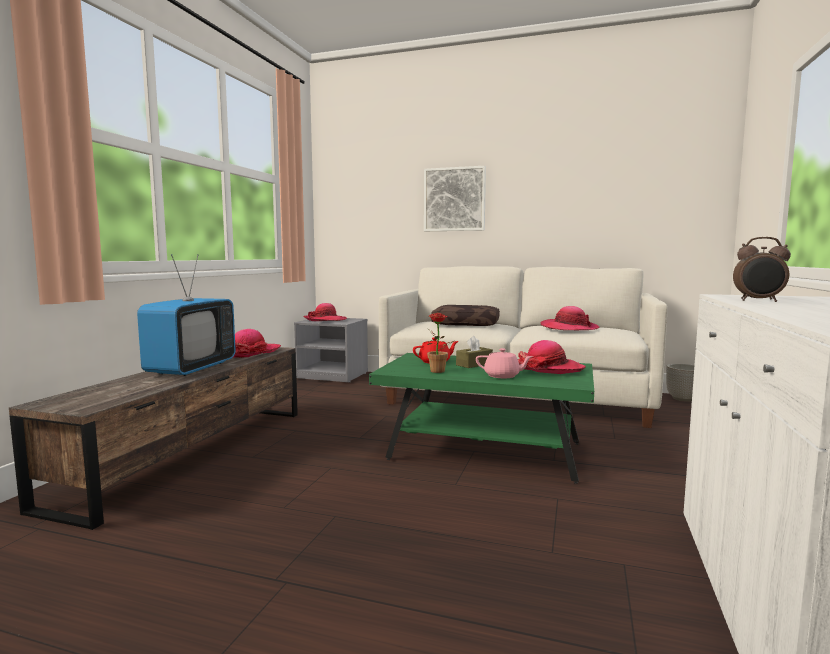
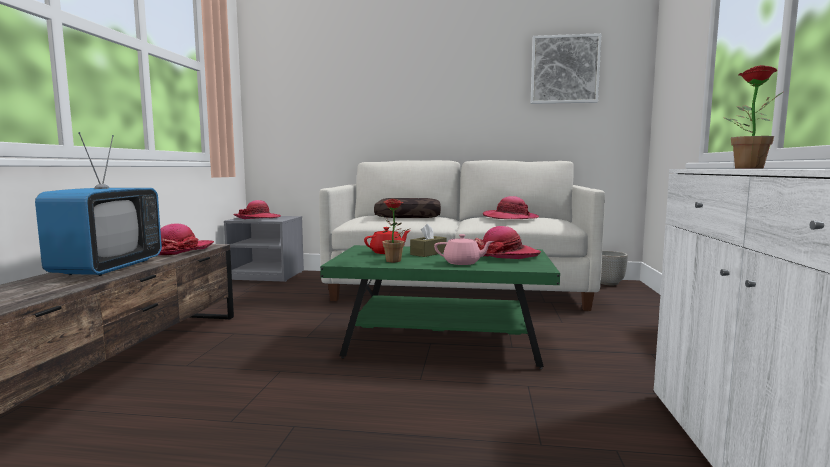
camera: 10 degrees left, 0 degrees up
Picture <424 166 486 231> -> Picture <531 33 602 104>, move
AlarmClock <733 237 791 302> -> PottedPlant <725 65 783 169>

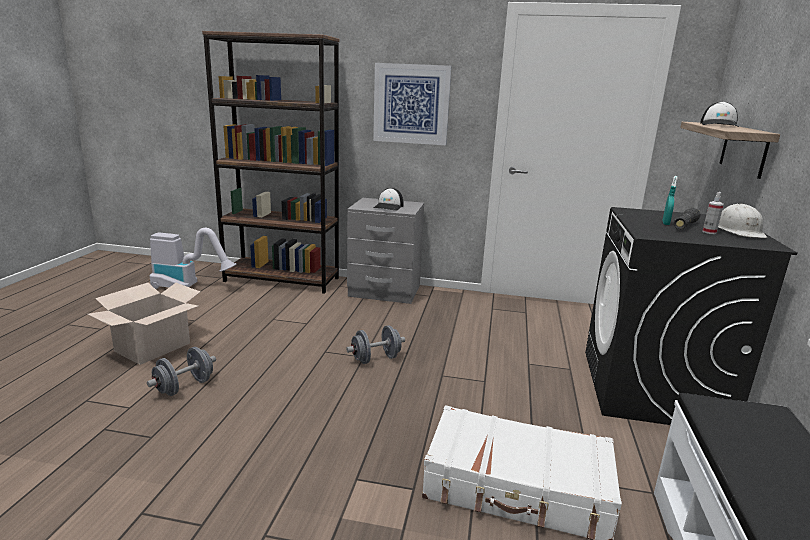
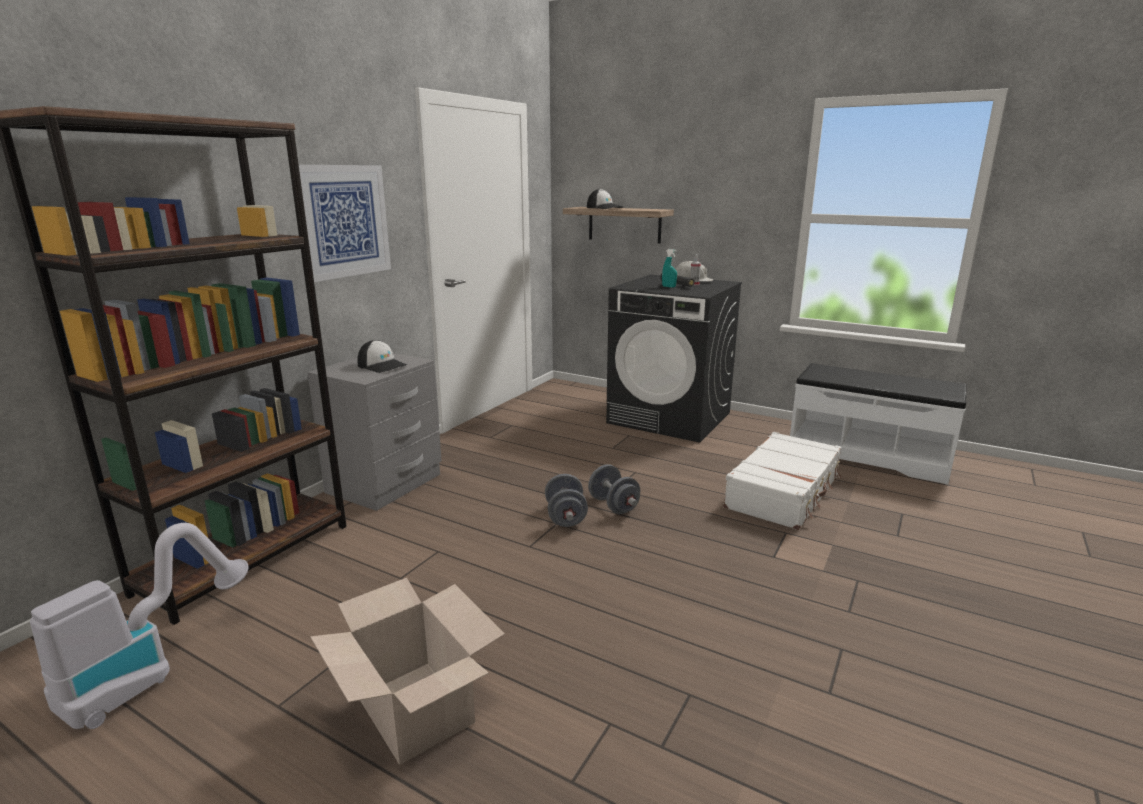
camera: 70 degrees left, 0 degrees up
GreyDumbbell <147 347 216 396> -> GreyDumbbell <588 464 640 514>, move

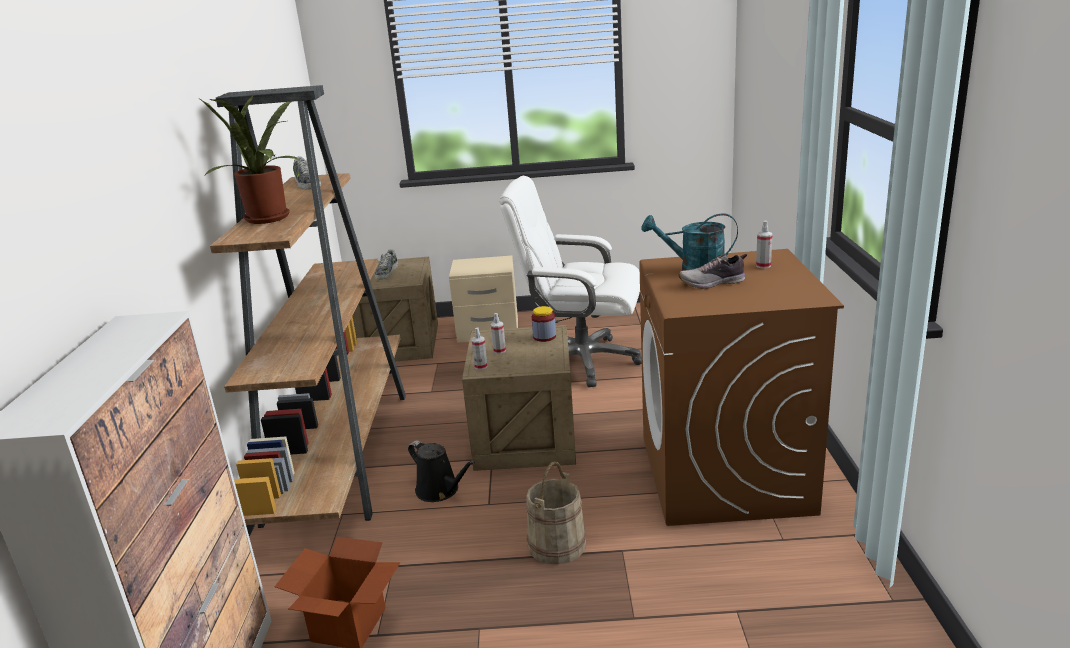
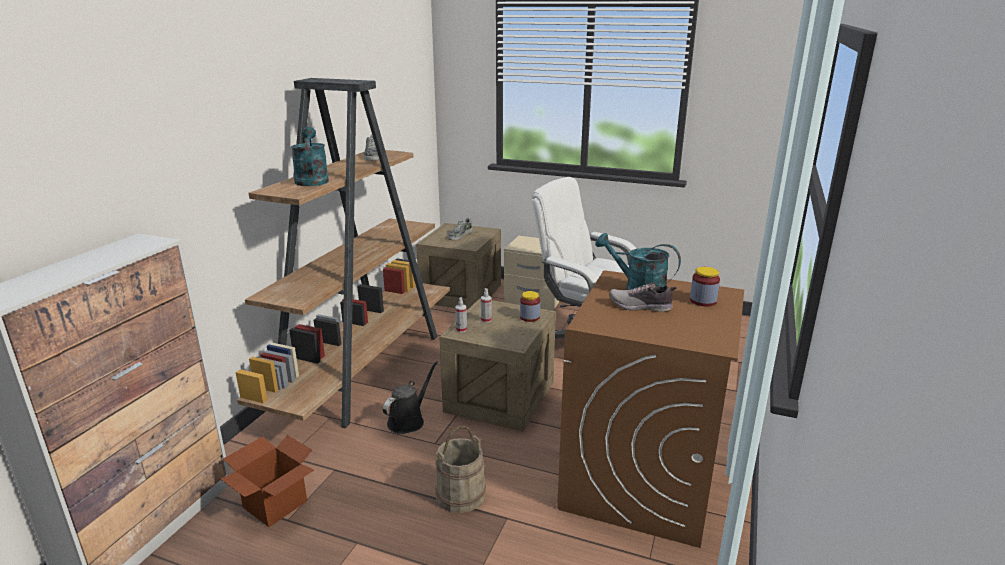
camera: 20 degrees right, 0 degrees up
PottedPlant <200 94 298 224> -> TurquoiseWateringCan <291 127 329 186>
BlackWateringCan <408 440 475 502> -> BlackWateringCan <383 361 438 434>, 120 degrees counterclockwise
SprayBottle <756 221 772 269> -> Jar <690 267 720 306>

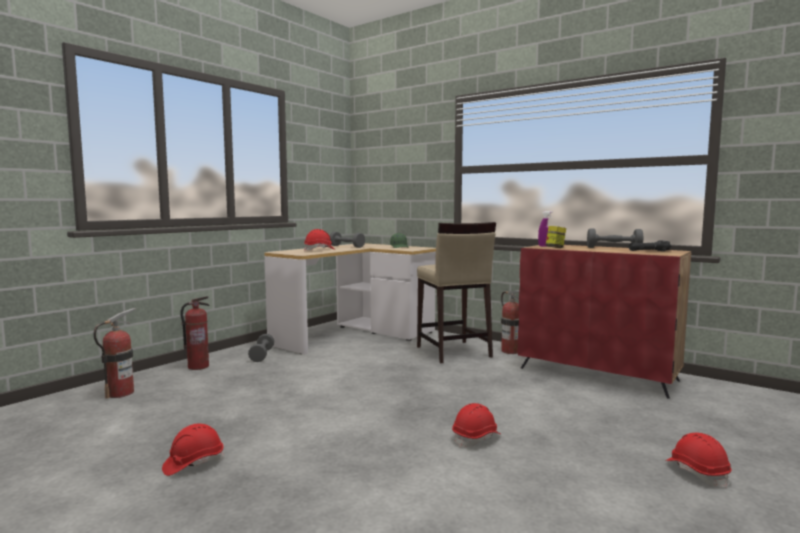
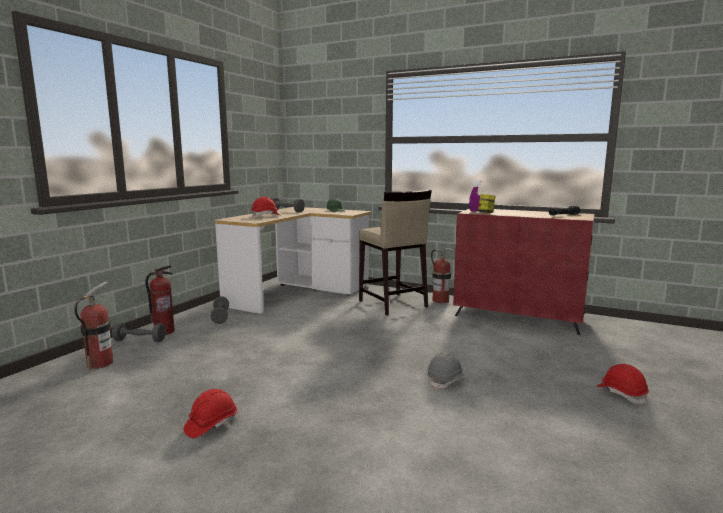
camera: 10 degrees left, 5 degrees up
RedHardHat <452 403 500 448> -> GreyHardHat <427 352 465 390>
GreyDumbbell <587 229 643 248> -> GreyDumbbell <112 322 166 342>, move

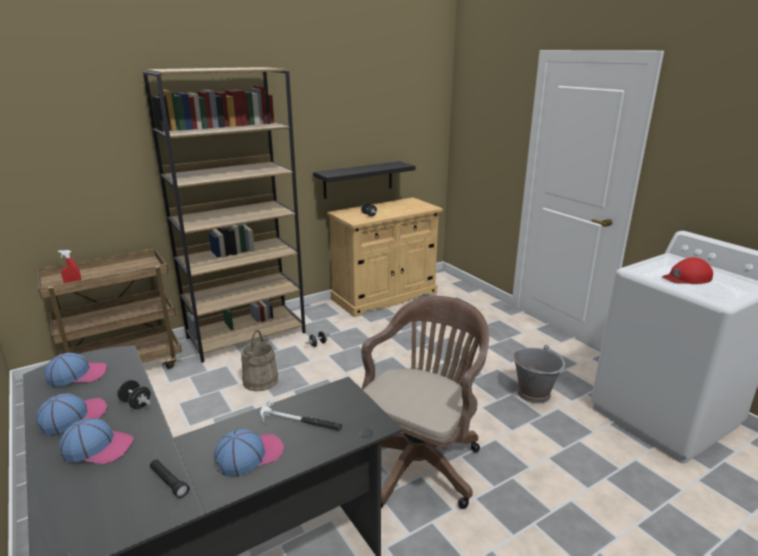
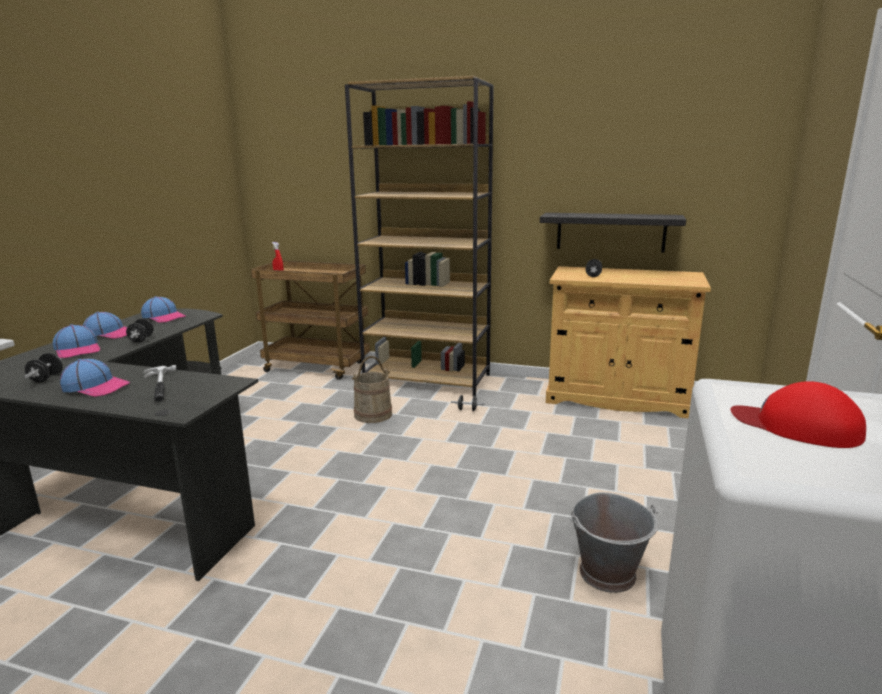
camera: 50 degrees right, 5 degrees down
BlackFlashlight <150 459 189 498> -> BlackDumbbell <24 353 62 382>
BrownOfficeChair <362 296 489 509> -> none

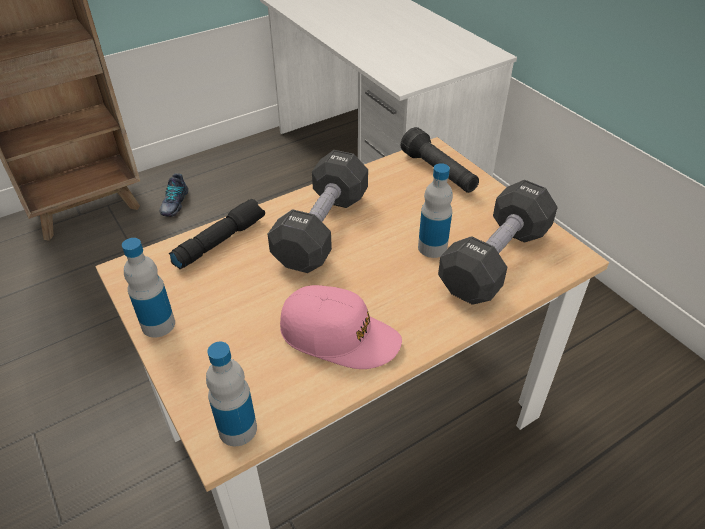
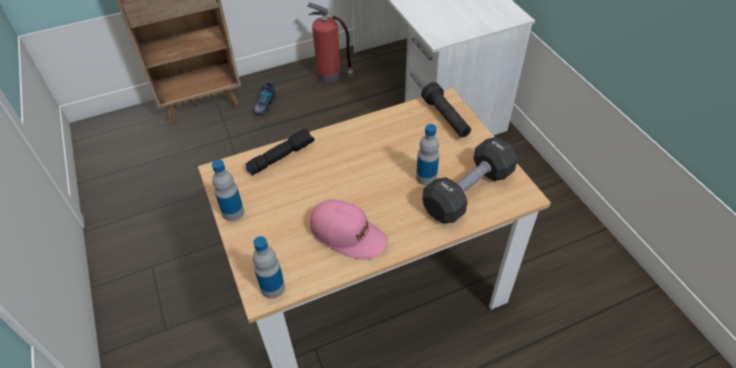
camera: 10 degrees right, 5 degrees up
BlackDumbbell <268 150 368 273> -> none
none -> FireExtinguisher <307 3 353 83>

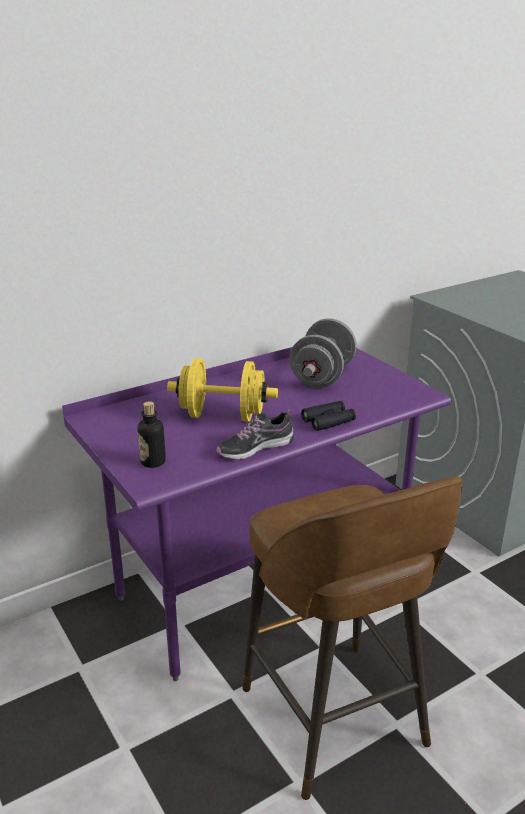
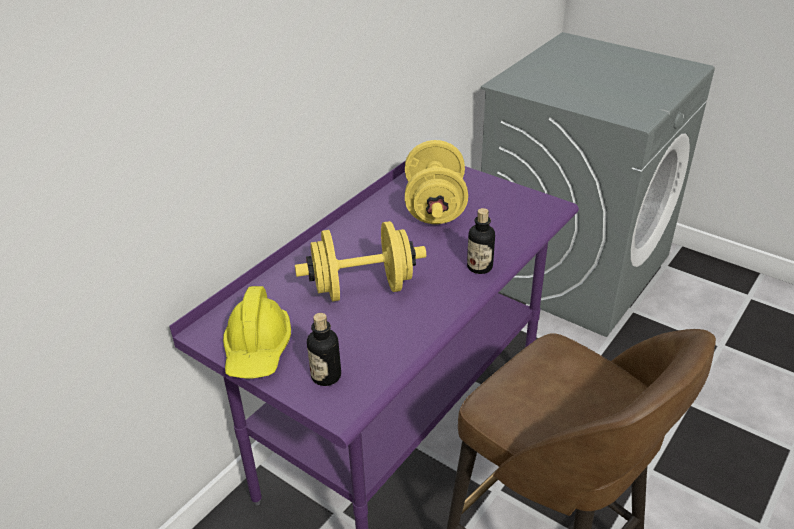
camera: 20 degrees left, 10 degrees up
Shoe <217 409 294 460> -> none
GreyDumbbell <289 318 357 388> -> YellowDumbbell <405 140 468 224>
BlackBinoculars <301 401 356 431> -> Bottle <467 208 495 274>
none -> YellowHardHat <223 286 291 379>

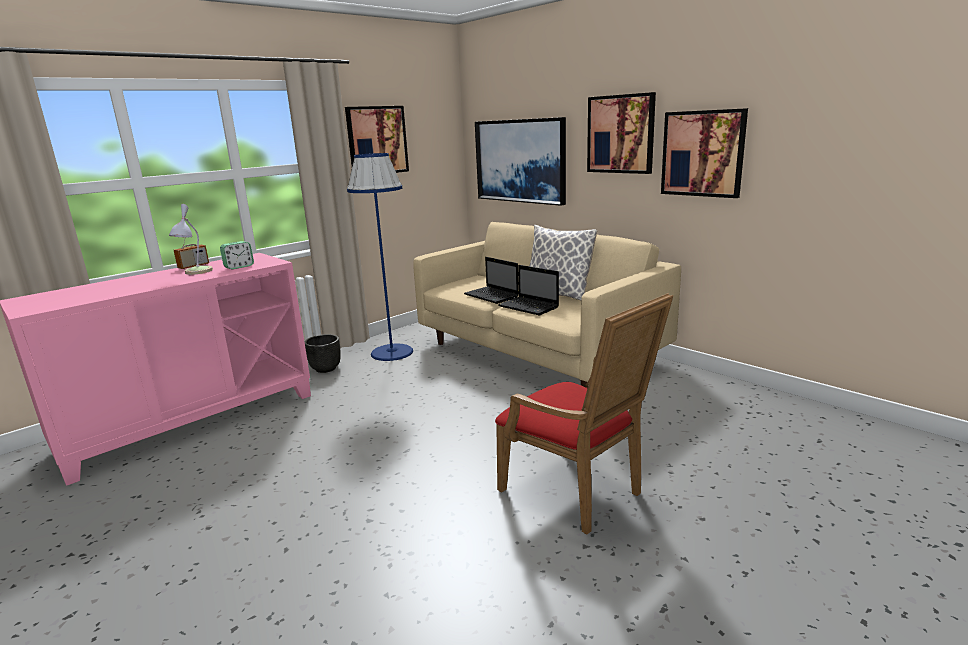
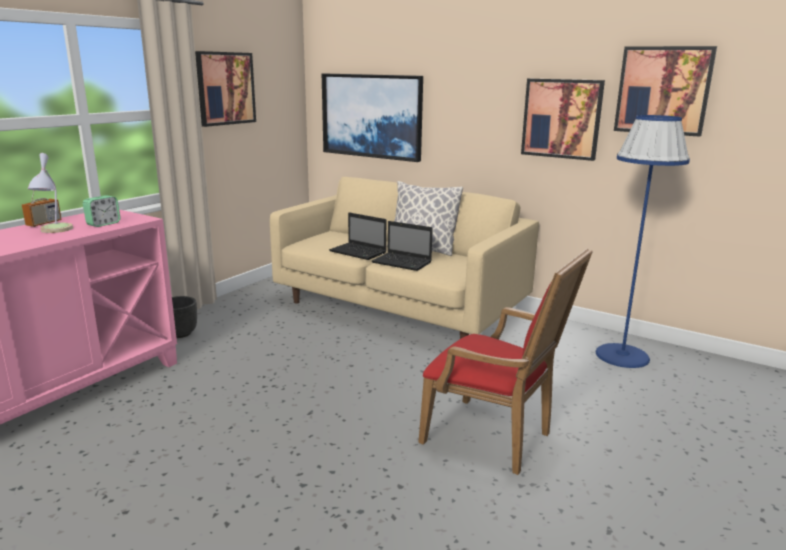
camera: 15 degrees left, 0 degrees up
BlueFloorLamp <347 153 413 361> -> BlueFloorLamp <596 115 690 368>, move
Picture <587 92 656 174> -> Picture <614 46 717 137>, move

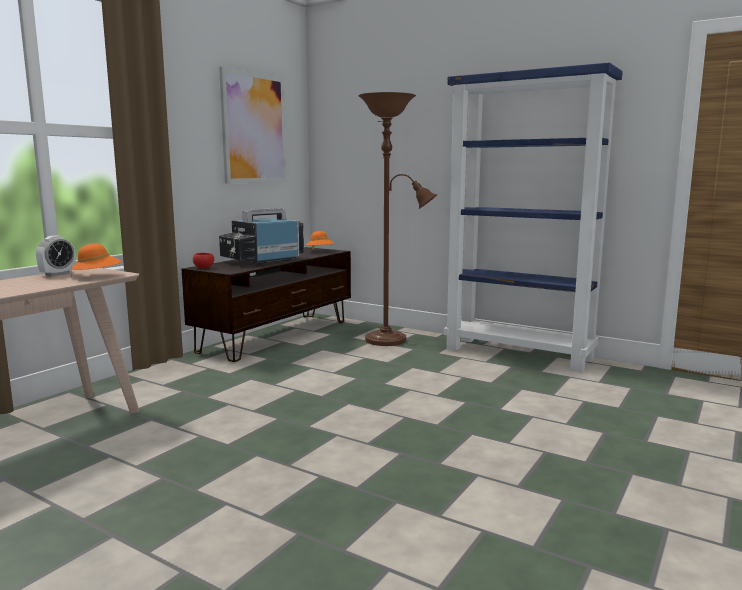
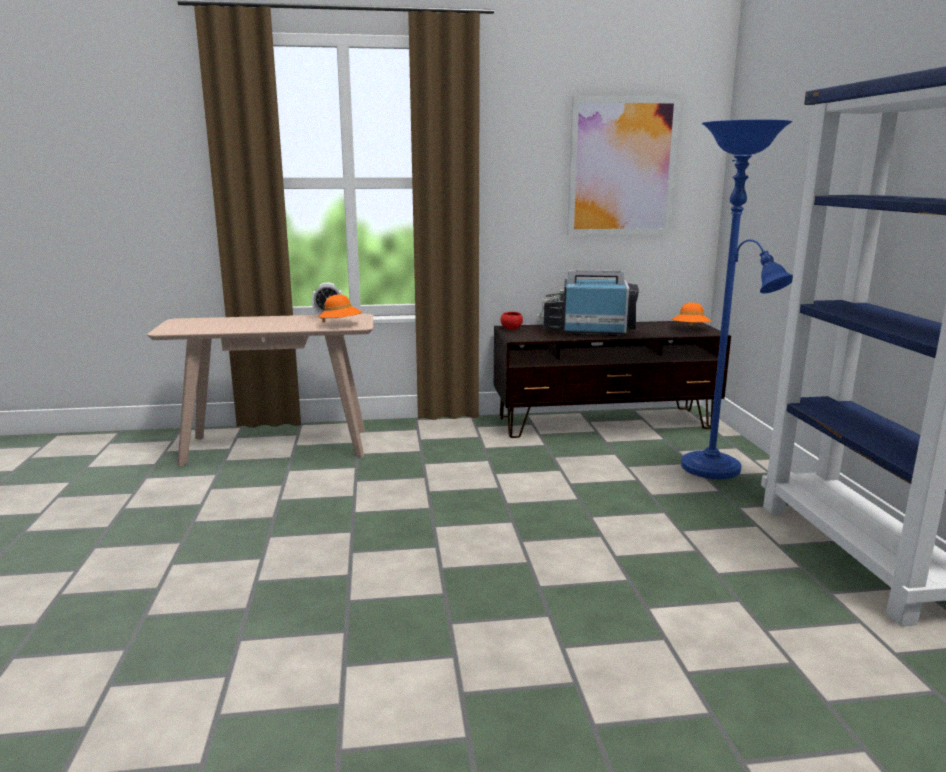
camera: 50 degrees right, 5 degrees up
BrownFloorLamp <358 92 438 346> -> BlueFloorLamp <681 119 793 479>

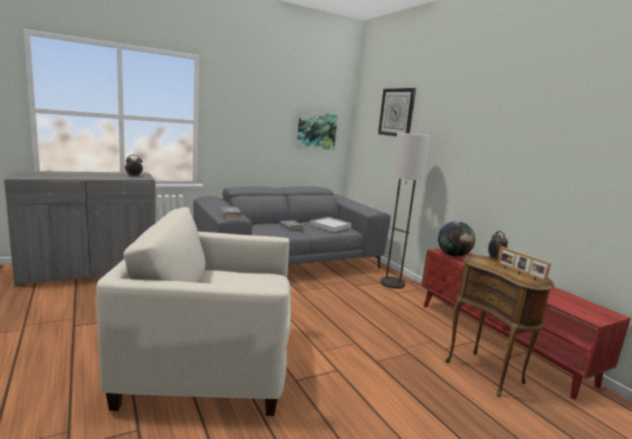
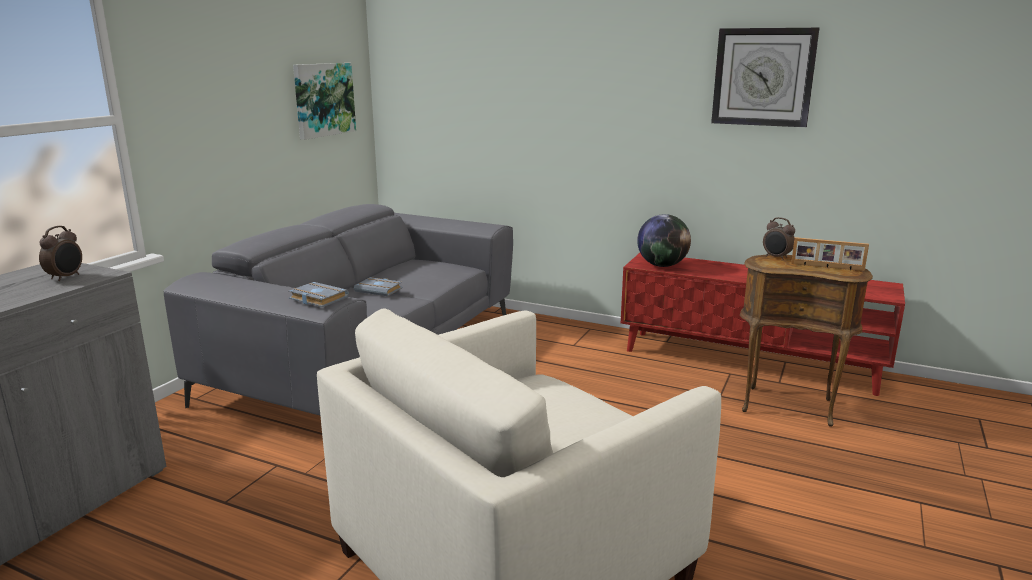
camera: 35 degrees left, 5 degrees up
WhiteTray <310 217 352 232> -> none
WallClock <378 88 416 136> -> WallClock <711 28 819 127>, move
FloorLamp <380 133 430 289> -> none

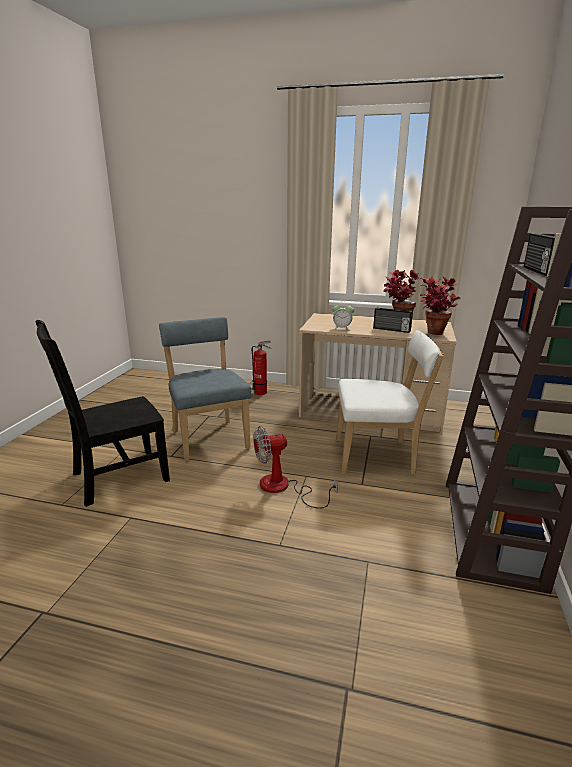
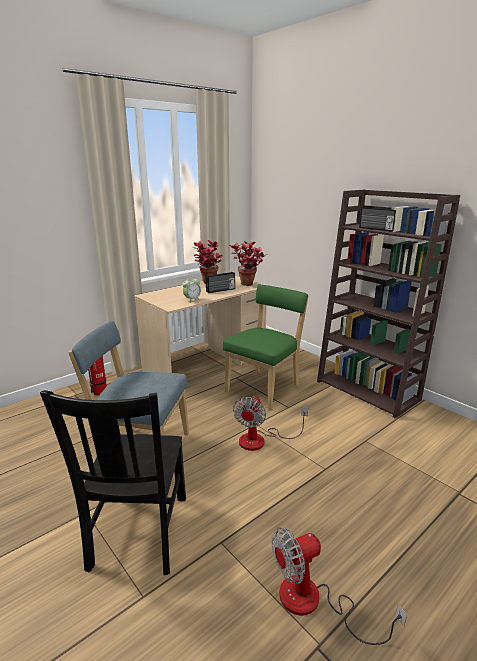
camera: 55 degrees left, 0 degrees up
WhiteChair <336 330 444 475> -> GreenChair <223 284 309 409>
none -> Fan <272 527 407 645>

